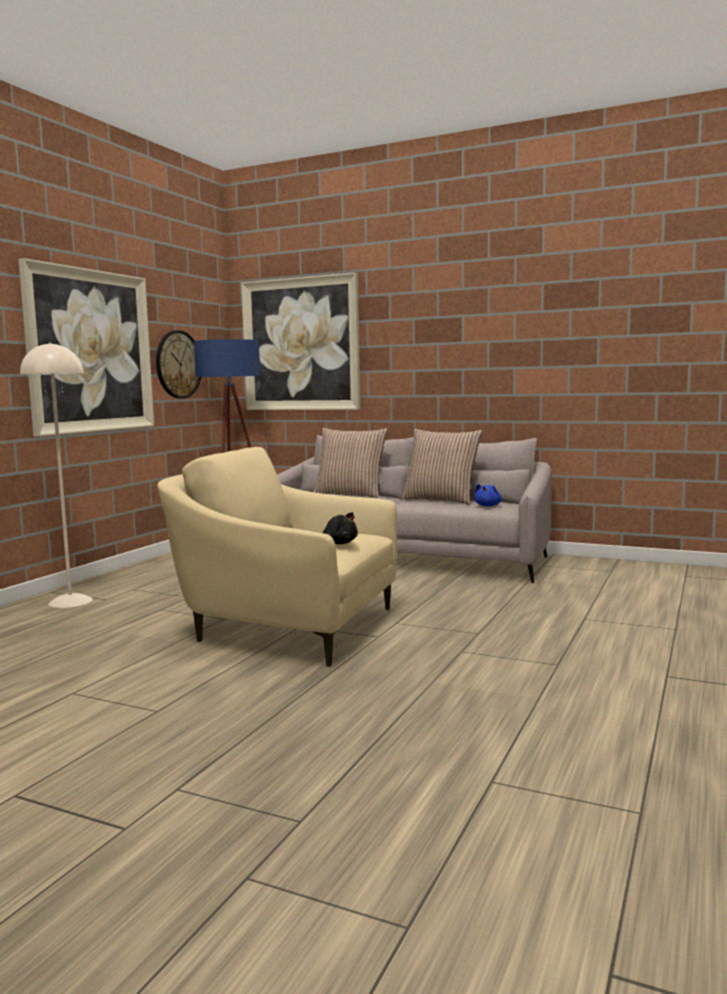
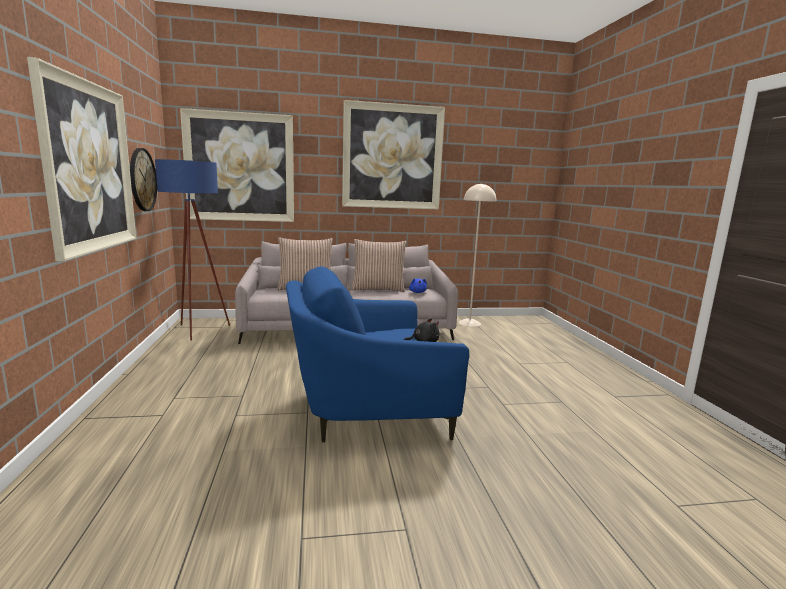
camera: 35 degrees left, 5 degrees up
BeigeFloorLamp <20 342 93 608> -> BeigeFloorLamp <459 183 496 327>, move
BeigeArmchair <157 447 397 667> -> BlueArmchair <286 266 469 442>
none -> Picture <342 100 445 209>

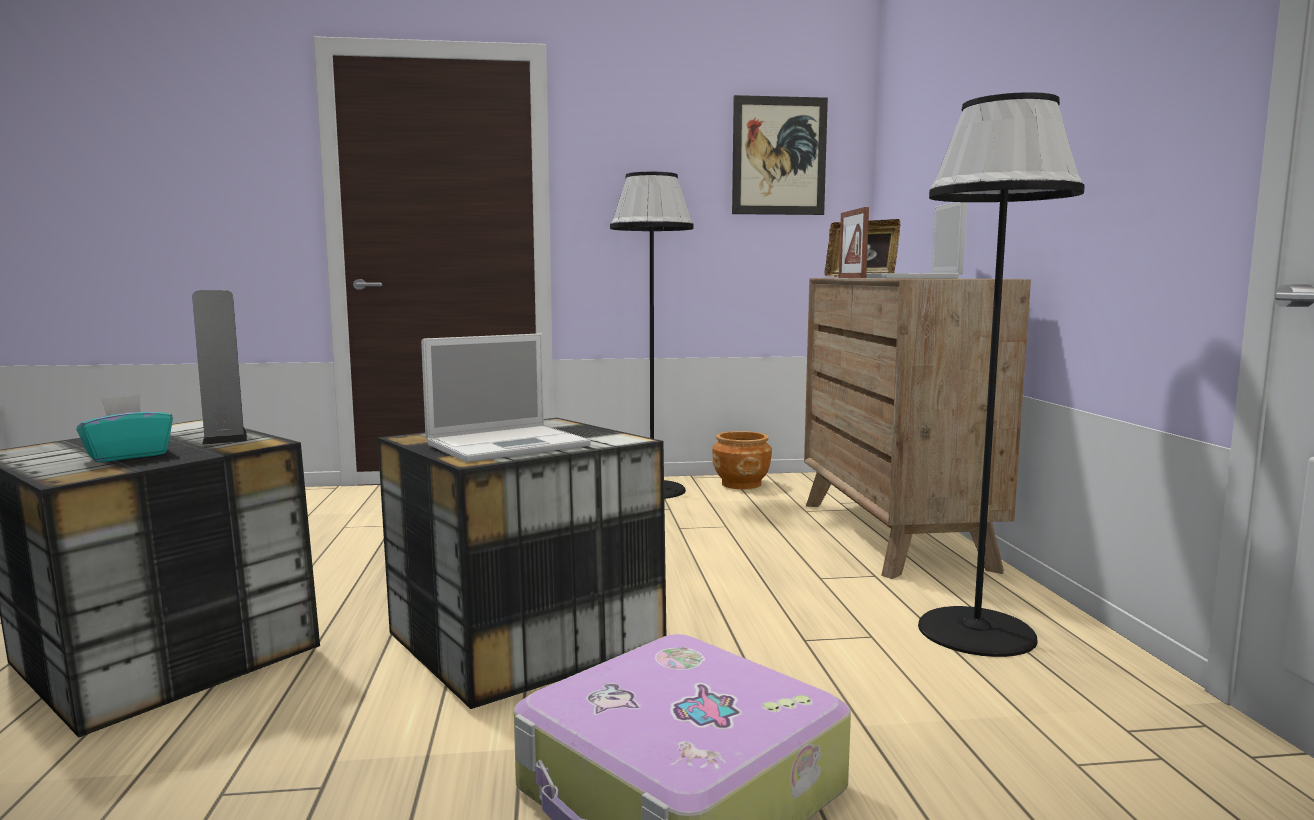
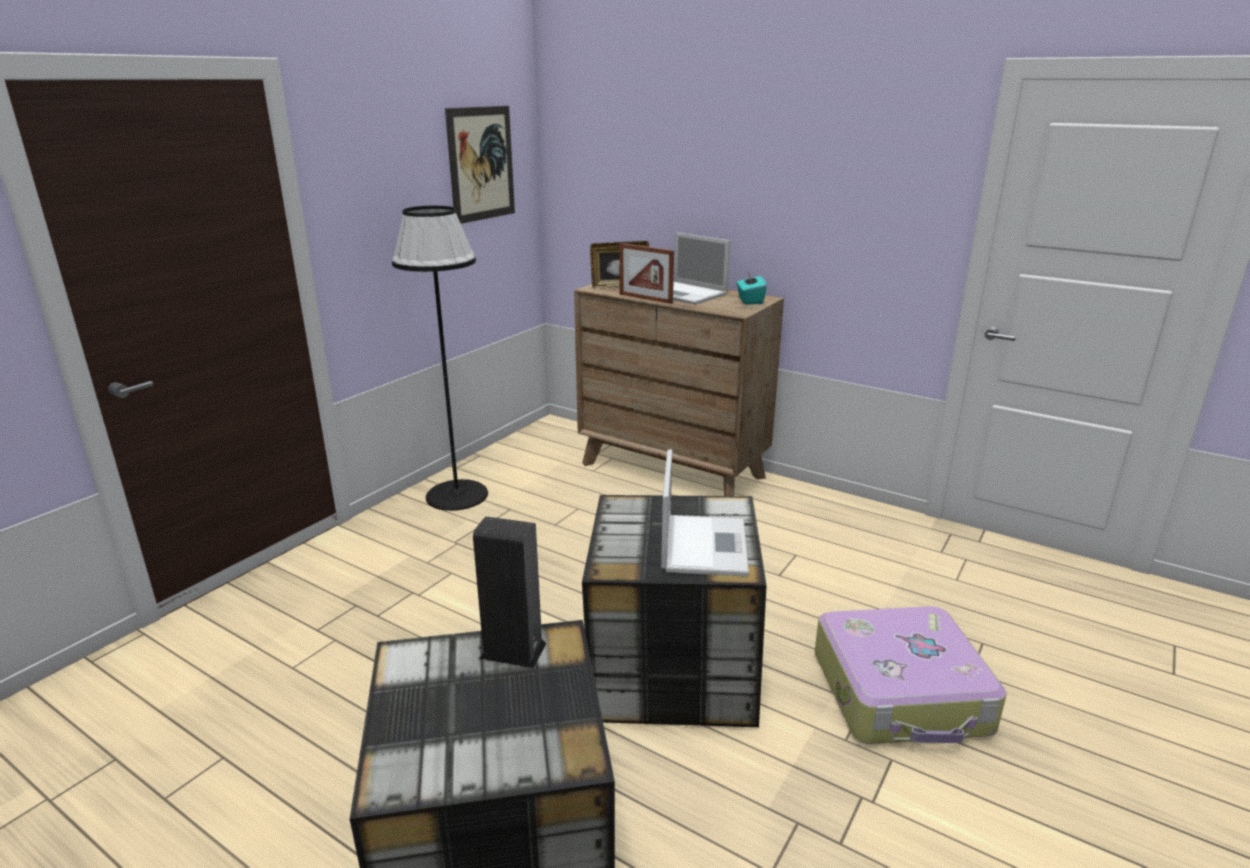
camera: 50 degrees left, 15 degrees up
TurquoiseTissueBox <76 394 173 462> -> TurquoiseTissueBox <737 272 767 304>, move
BrownPlanter <712 431 772 489> -> none
BlackFloorLamp <918 92 1085 657> -> none

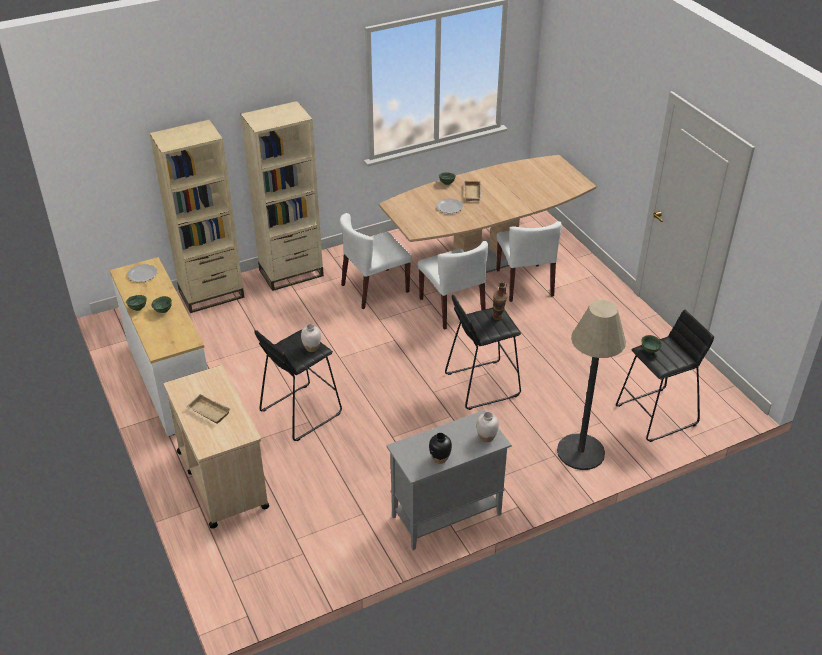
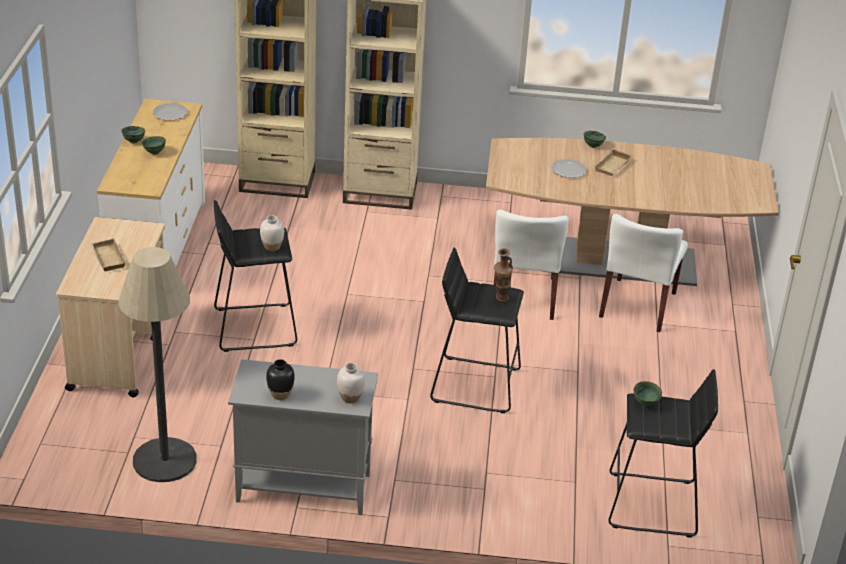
camera: 30 degrees right, 5 degrees down
WhiteChair <340 213 412 309> -> none
FloorLamp <557 300 626 470> -> FloorLamp <118 247 197 482>, move

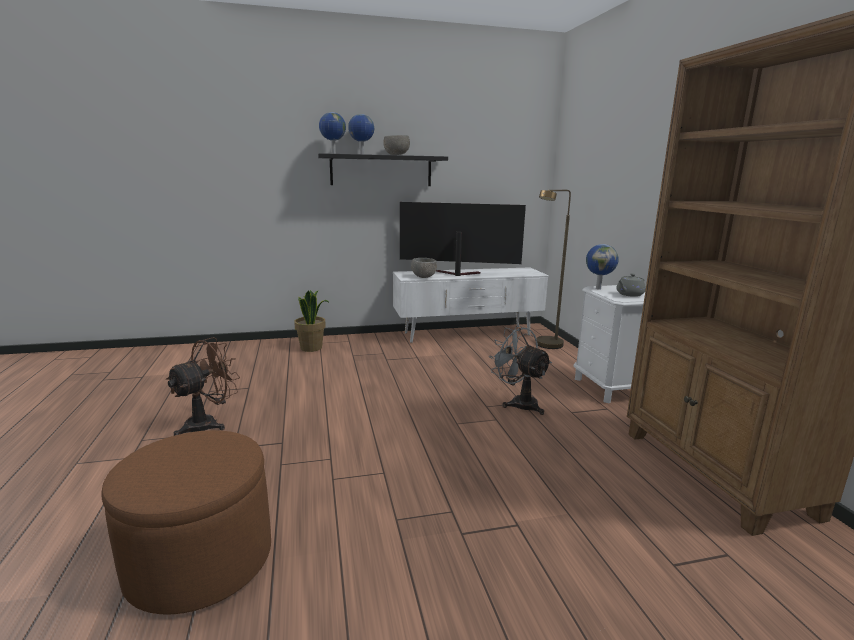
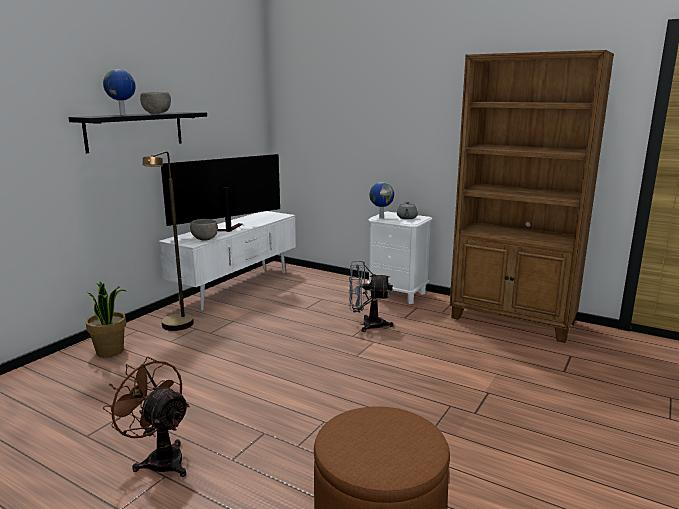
camera: 45 degrees left, 0 degrees up
BrownFan <166 337 240 436> -> BrownFan <103 357 190 477>, 45 degrees counterclockwise
Globe <319 112 346 154> -> none
BrownFloorLamp <536 190 571 349> -> BrownFloorLamp <143 151 194 331>, move

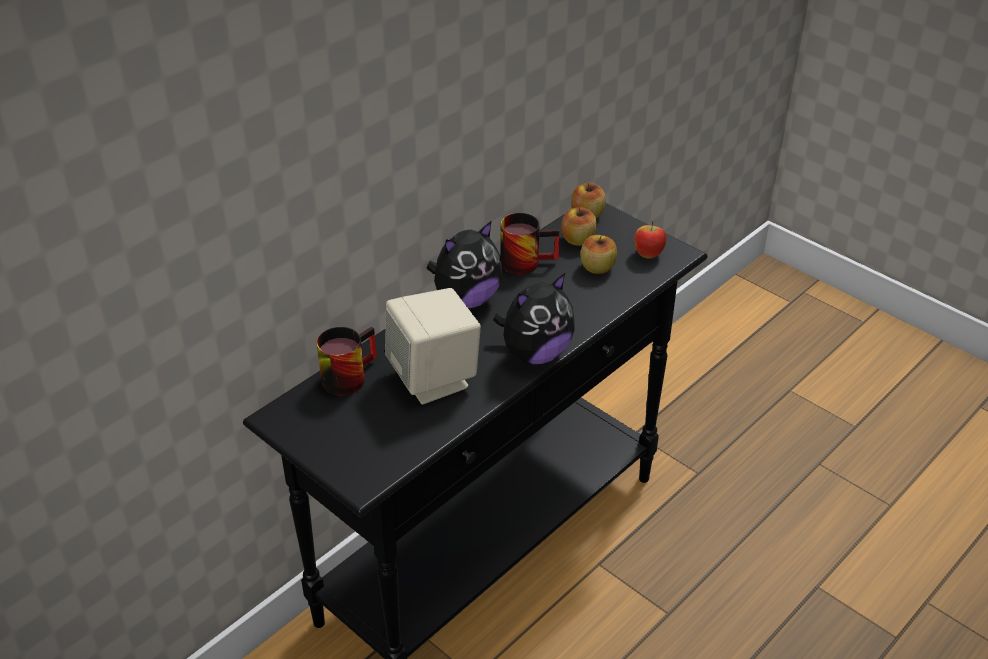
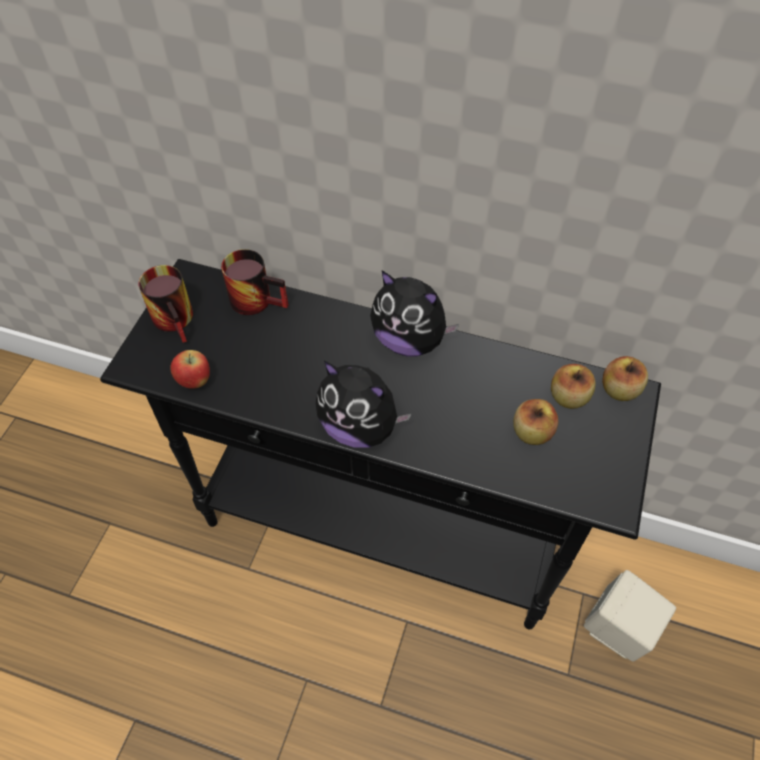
camera: 65 degrees right, 15 degrees up
BeigeSpeaker <385 288 481 404> -> BeigeSpeaker <584 570 676 662>, move
Mug <500 213 559 274> -> Mug <138 265 193 343>, move
Apple <634 221 667 259> -> Apple <171 350 210 389>, move

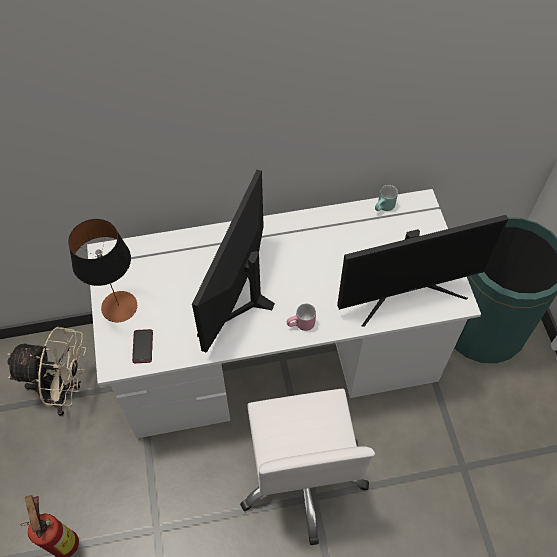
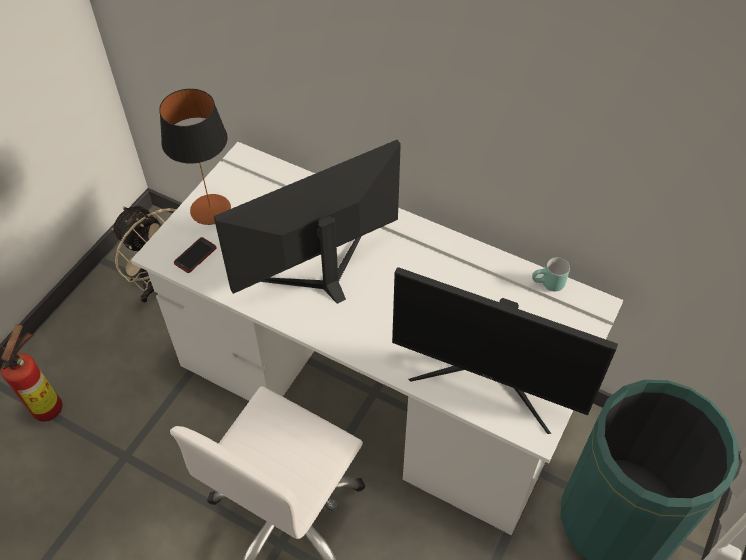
camera: 40 degrees right, 5 degrees down
PinkMug <287 303 316 331> -> none

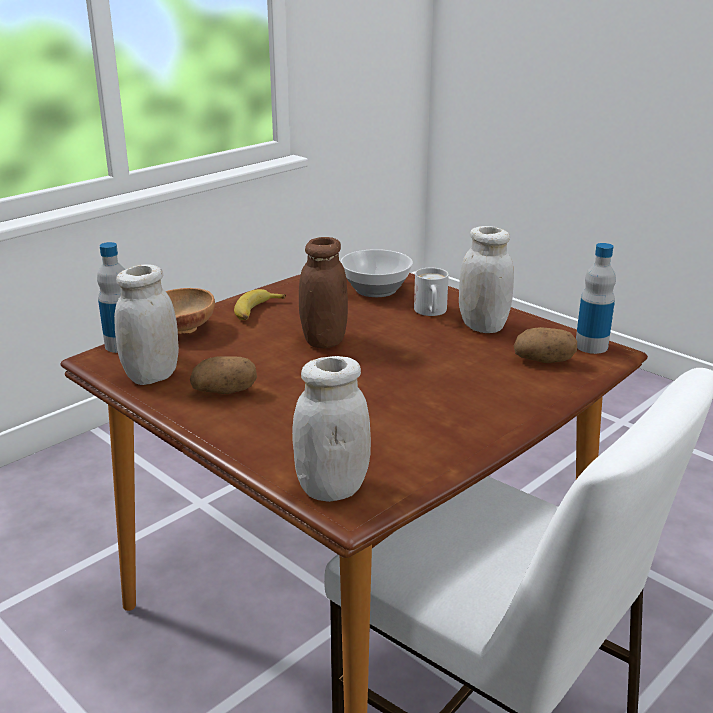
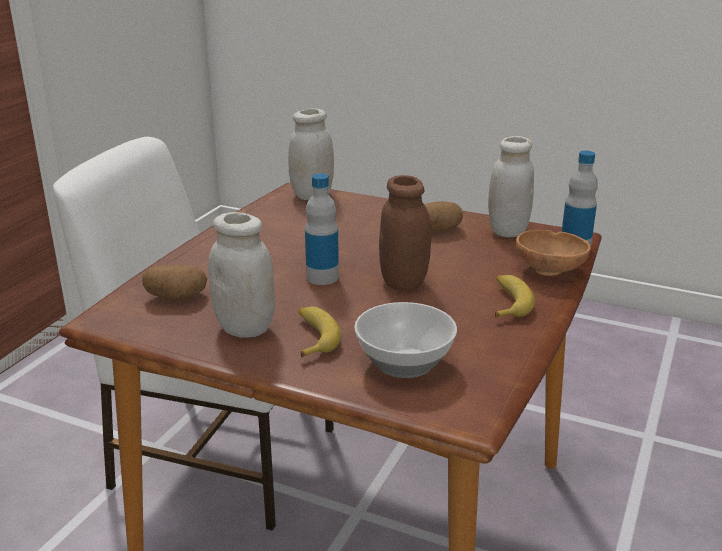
camera: 160 degrees right, 0 degrees up
WhiteMug <414 268 449 316> -> Banana <299 306 341 358>
Bottle <576 243 616 354> -> Bottle <305 173 339 285>, move

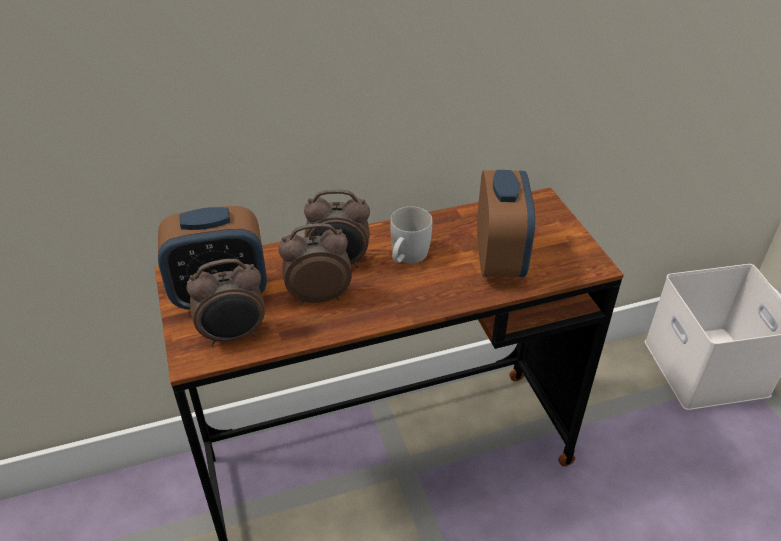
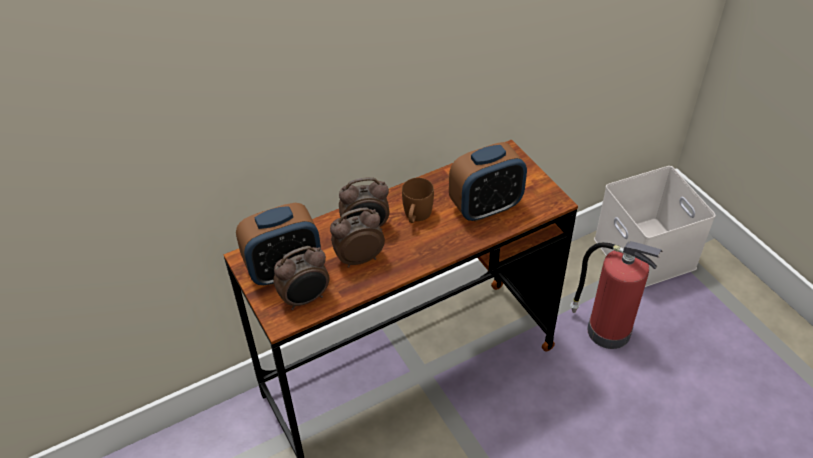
camera: 10 degrees left, 5 degrees up
WhiteMug <390 207 432 263> -> BrownMug <402 178 434 223>
AlarmClock <477 170 535 277> -> AlarmClock <449 142 527 222>, 75 degrees clockwise
none -> FireExtinguisher <570 241 663 349>

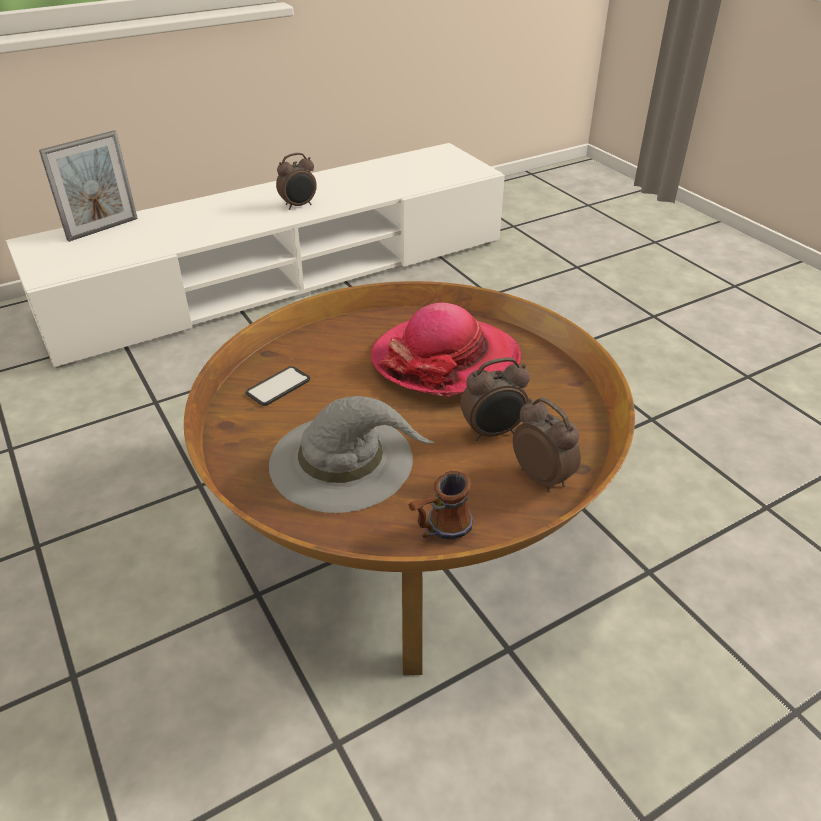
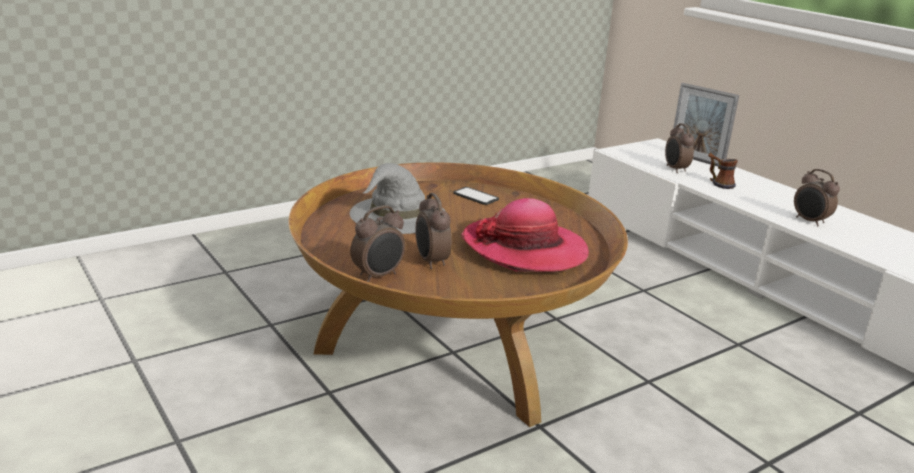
camera: 85 degrees right, 15 degrees down
Mug <408 471 473 539> -> Mug <708 153 738 189>, move
none -> AlarmClock <665 123 694 173>

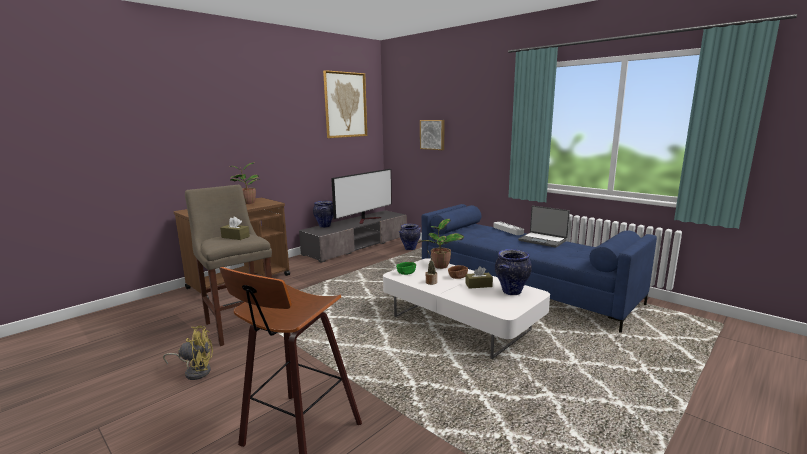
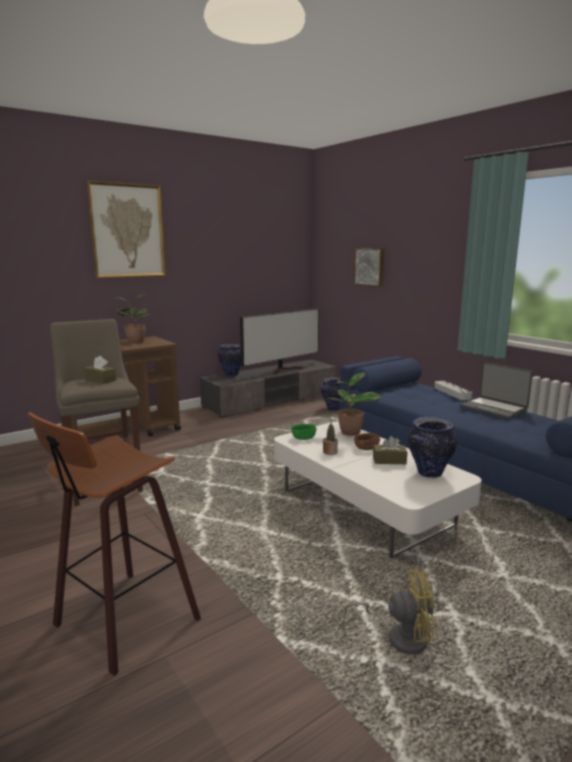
camera: 10 degrees right, 0 degrees up
YellowFan <163 326 213 380> -> YellowFan <344 567 438 655>, move
Picture <323 70 367 138> -> Picture <86 181 166 278>, move

